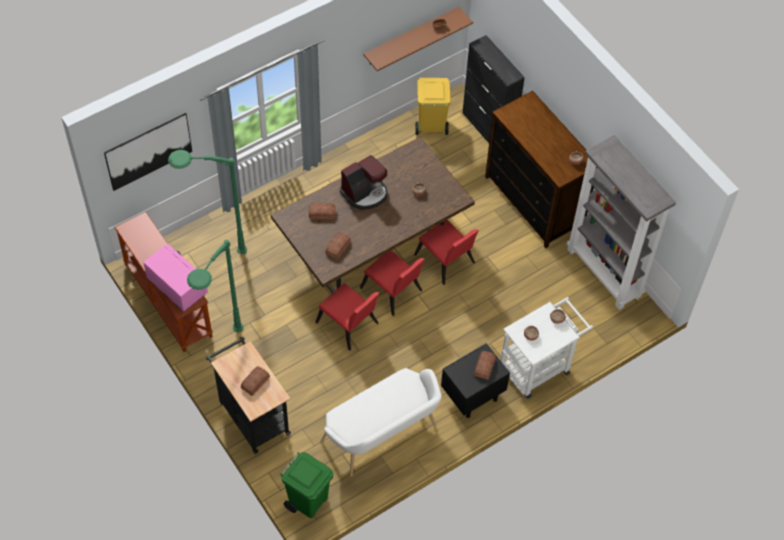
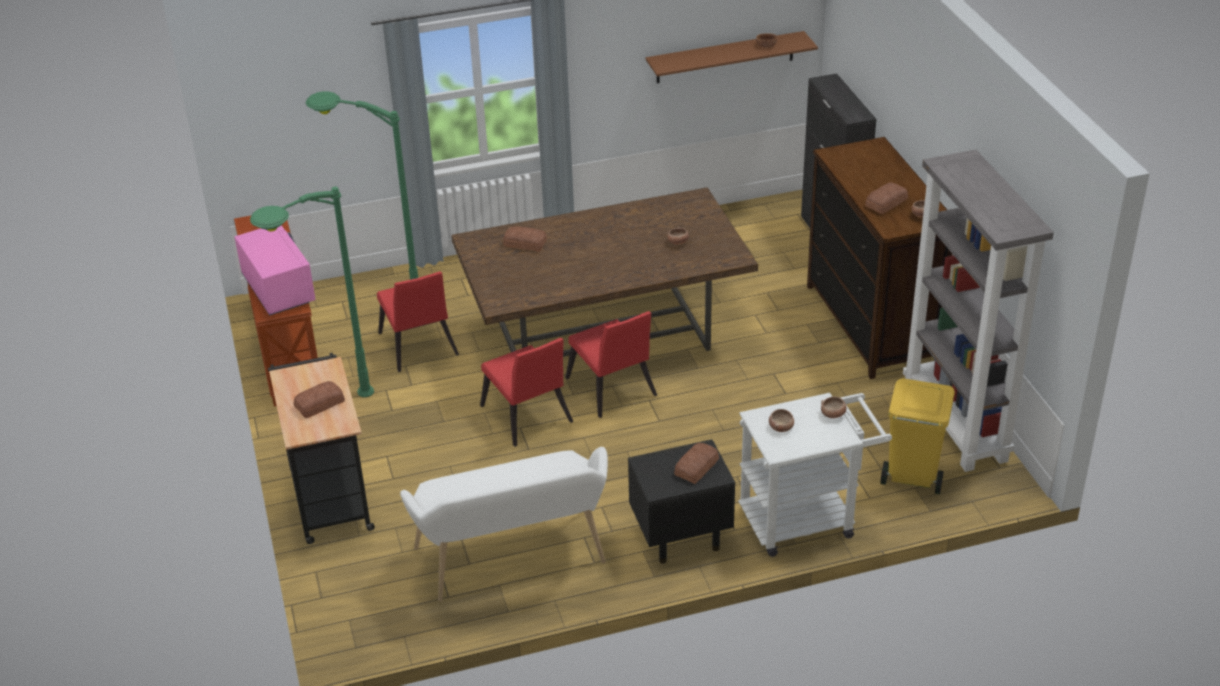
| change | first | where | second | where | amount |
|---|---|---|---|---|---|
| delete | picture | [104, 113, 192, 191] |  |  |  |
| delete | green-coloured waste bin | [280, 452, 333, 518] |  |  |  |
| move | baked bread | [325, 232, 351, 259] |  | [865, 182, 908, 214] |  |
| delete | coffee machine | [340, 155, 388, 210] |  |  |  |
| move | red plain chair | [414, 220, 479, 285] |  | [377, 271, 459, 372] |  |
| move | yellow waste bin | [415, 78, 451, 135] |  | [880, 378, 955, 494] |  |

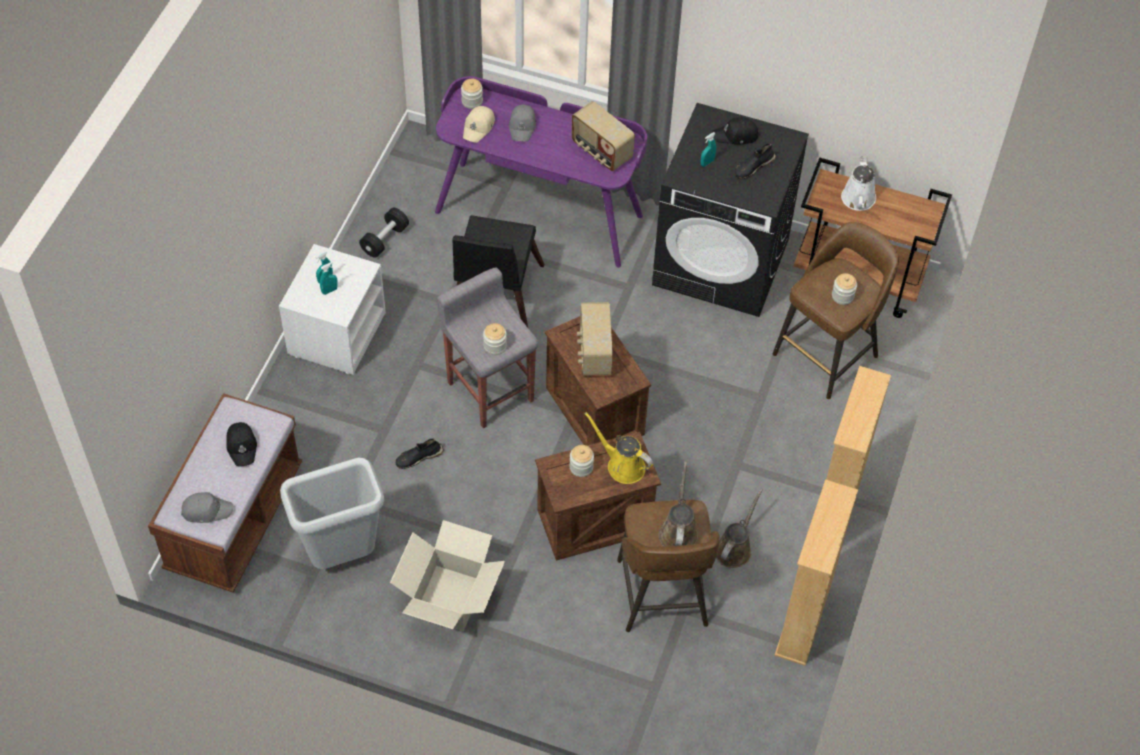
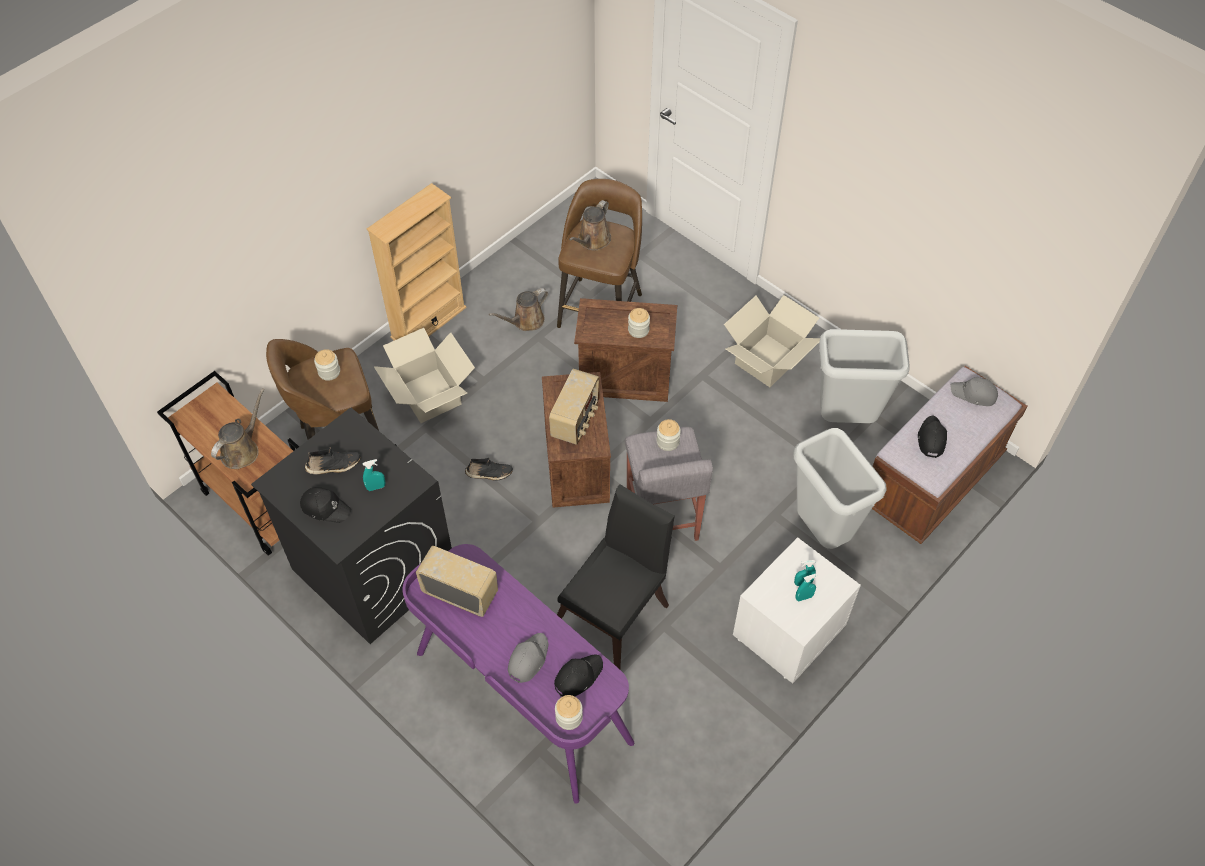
| change | first | where | second | where | amount |
|---|---|---|---|---|---|
| delete | black dumbbell | [359, 208, 409, 258] |  |  |  |
| move | black shoe | [396, 438, 444, 469] |  | [465, 458, 513, 481] |  |
| recolor | beige cap | [463, 106, 495, 143] | black cap | [554, 655, 603, 697] |  |
| rotate | radio | [572, 101, 635, 171] |  | [416, 546, 498, 617] | 45 degrees counterclockwise |
| delete | yellow watering can | [584, 412, 653, 484] |  |  |  |
| delete | beige bookcase | [774, 479, 858, 666] |  |  |  |
| recolor | white-coloured watering can | [841, 156, 876, 211] | brown watering can | [211, 388, 264, 469] |  |
| insert |  |  | packing box | [374, 328, 475, 423] |  |
| insert |  |  | greyish waste bin | [794, 428, 887, 549] |  |

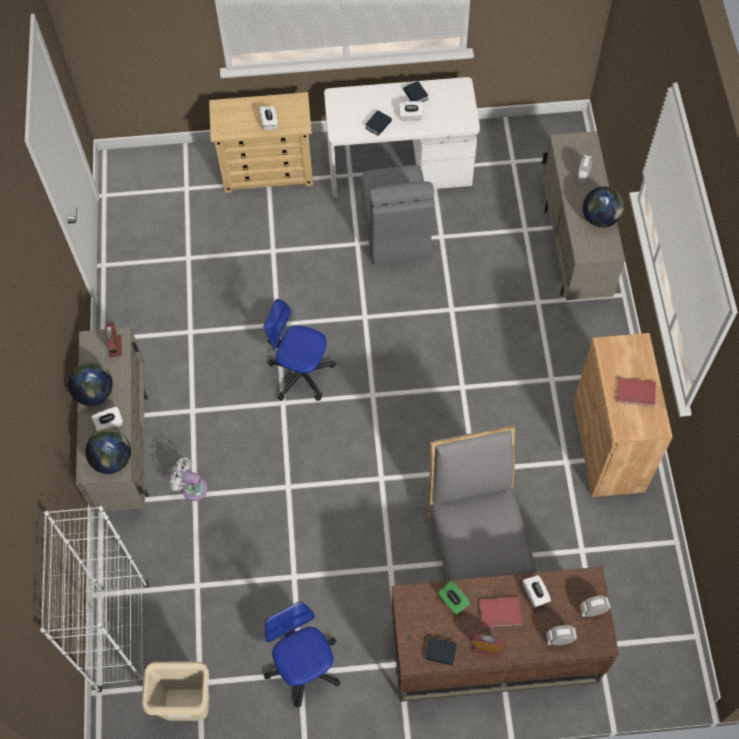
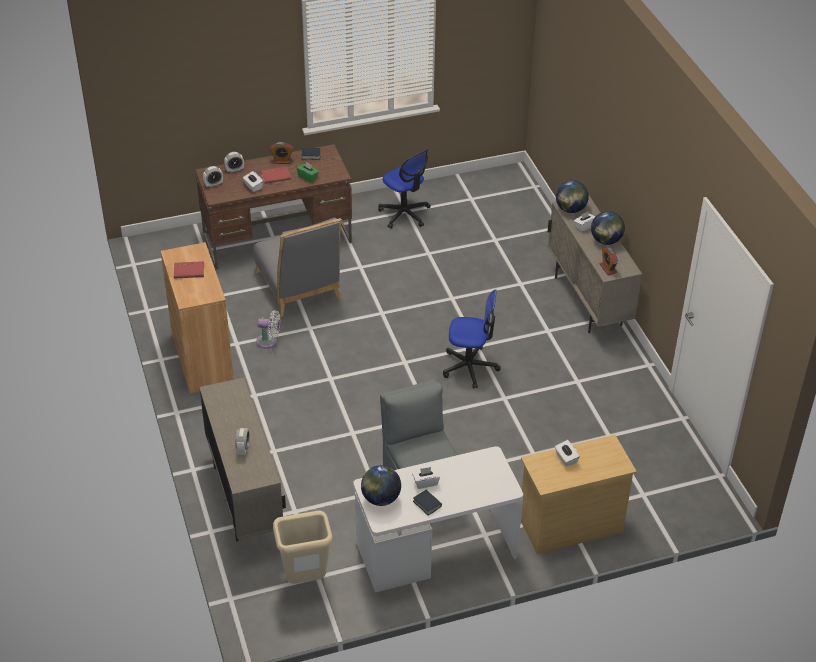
| change | first | where | second | where | amount |
|---|---|---|---|---|---|
| delete | white-coloured bookcase | [40, 506, 149, 692] |  |  |  |
| move | beige waste bin | [142, 662, 209, 721] |  | [273, 510, 332, 584] |  |
| move | white-coloured fan | [170, 458, 208, 501] |  | [256, 310, 280, 349] |  |
| delete | volume | [365, 111, 392, 136] |  |  |  |
| move | desk globe | [583, 187, 624, 228] |  | [361, 465, 401, 506] |  |

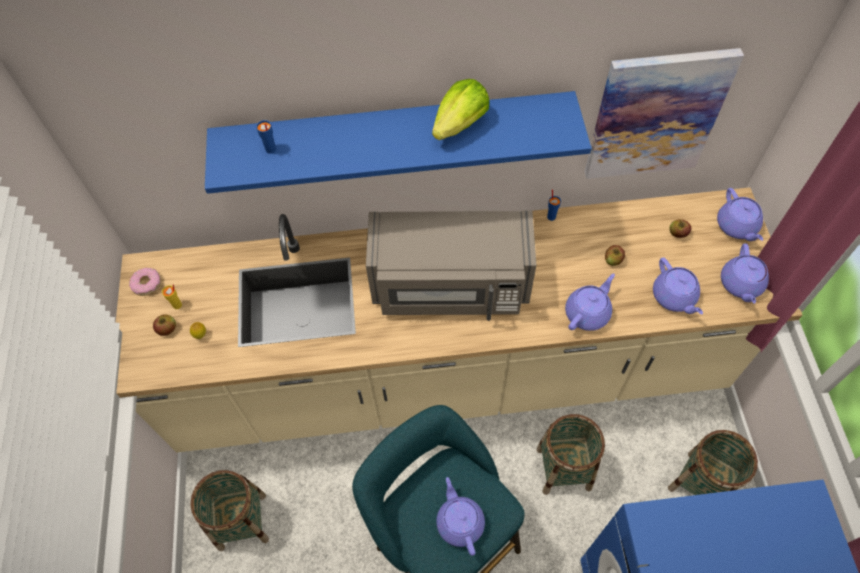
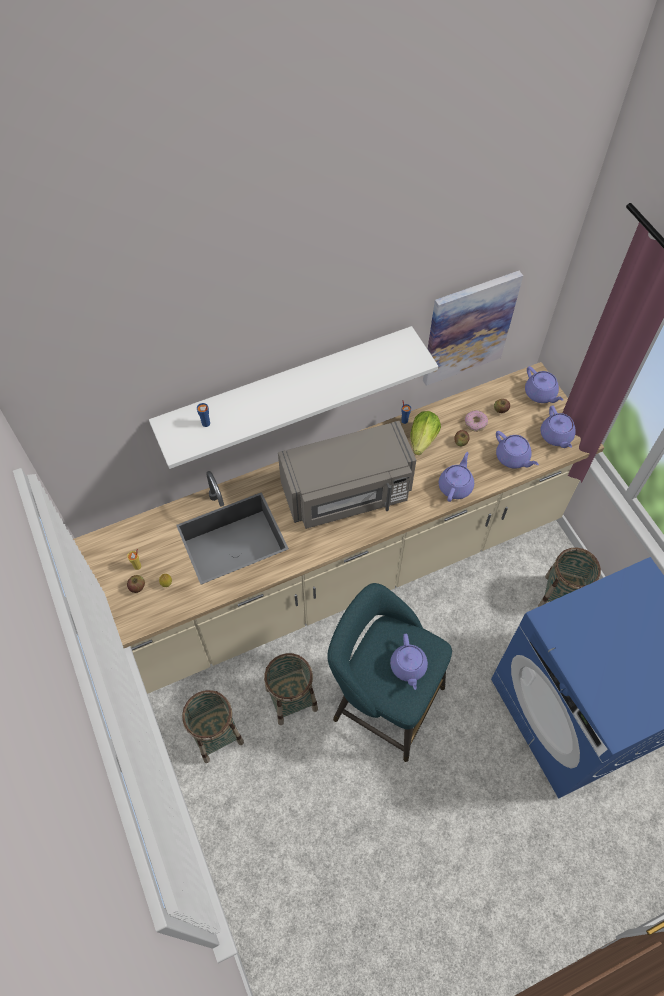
| change | first | where | second | where | amount |
|---|---|---|---|---|---|
| move | ring doughnut | [129, 268, 161, 296] |  | [465, 410, 488, 432] |  |
| recolor | bluish shelf | [205, 91, 591, 194] | white-coloured shelf | [149, 326, 438, 469] |  |
| move | lettuce | [432, 79, 489, 140] |  | [411, 411, 441, 455] |  |
| rotate | purple tea pot | [436, 477, 485, 556] |  | [390, 634, 428, 690] | 150 degrees counterclockwise |
| move | household basket | [536, 414, 605, 495] |  | [264, 653, 318, 725] |  |

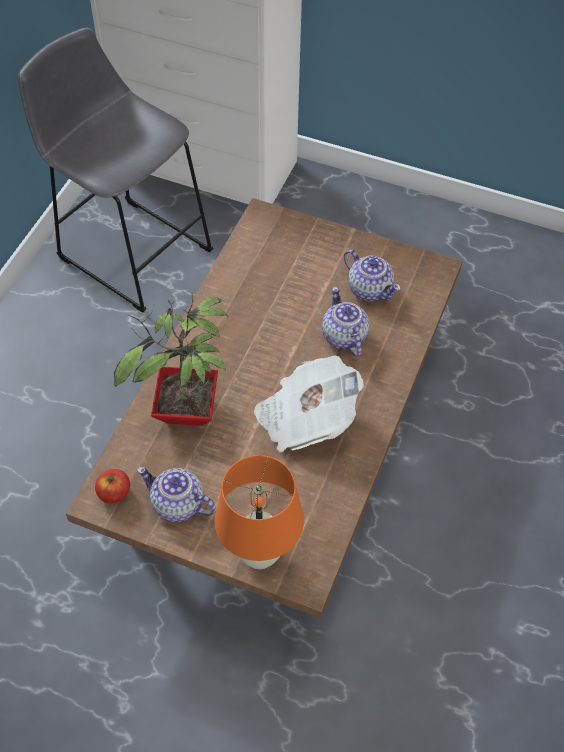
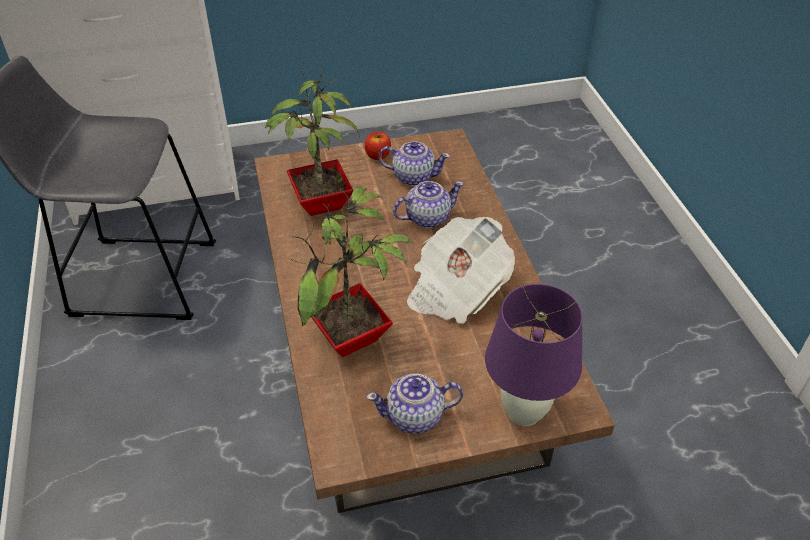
| change | first | where | second | where | amount |
|---|---|---|---|---|---|
| move | apple | [95, 469, 130, 504] |  | [365, 131, 391, 160] |  |
| recolor | orange tabletop lamp | [214, 455, 304, 569] | purple tabletop lamp | [485, 284, 583, 426] |  |
| rotate | tea pot | [322, 287, 370, 356] |  | [393, 181, 464, 228] | 120 degrees clockwise |
| insert |  |  | plant in a pot | [265, 66, 360, 216] |  |

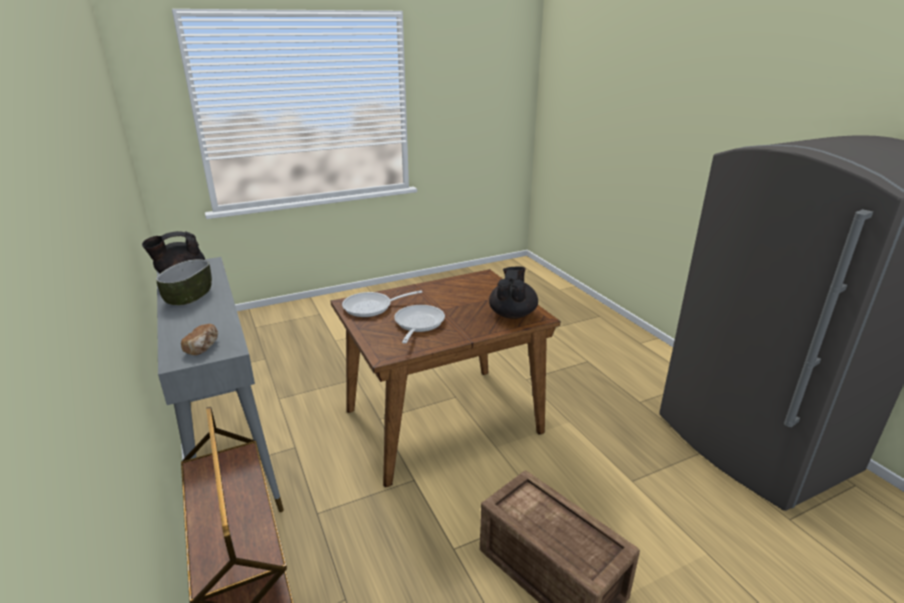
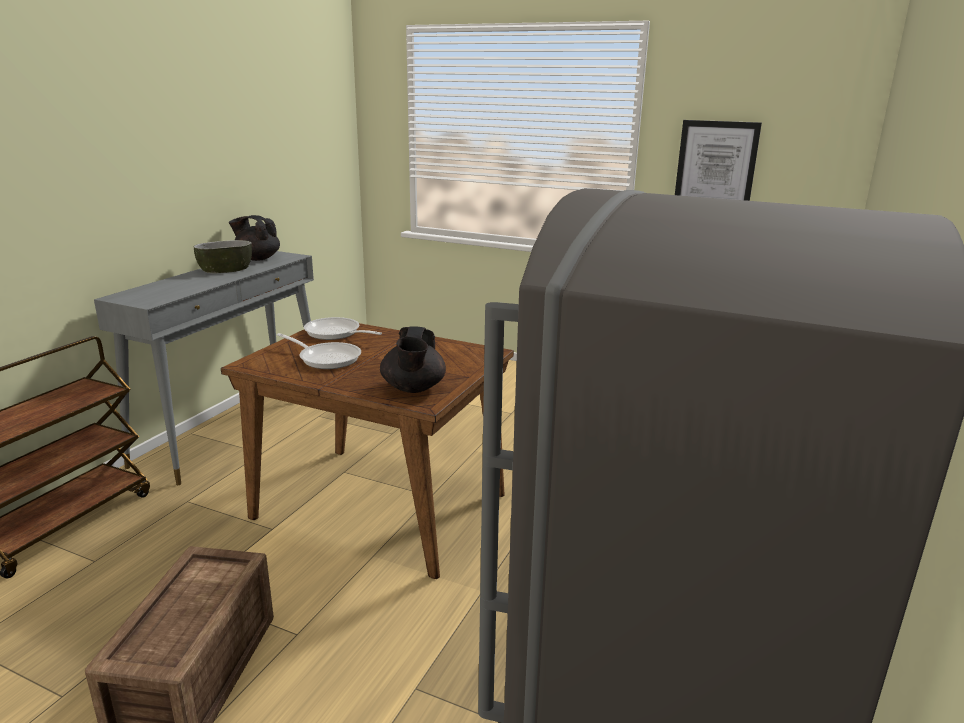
| change | first | where | second | where | amount |
|---|---|---|---|---|---|
| delete | baked bread | [181, 324, 218, 355] |  |  |  |
| rotate | pan | [394, 305, 445, 343] |  | [277, 333, 361, 369] | 60 degrees clockwise |
| rotate | black tea pot | [489, 266, 538, 319] |  | [380, 326, 446, 393] | 120 degrees clockwise |
| insert |  |  | picture | [675, 120, 762, 201] |  |

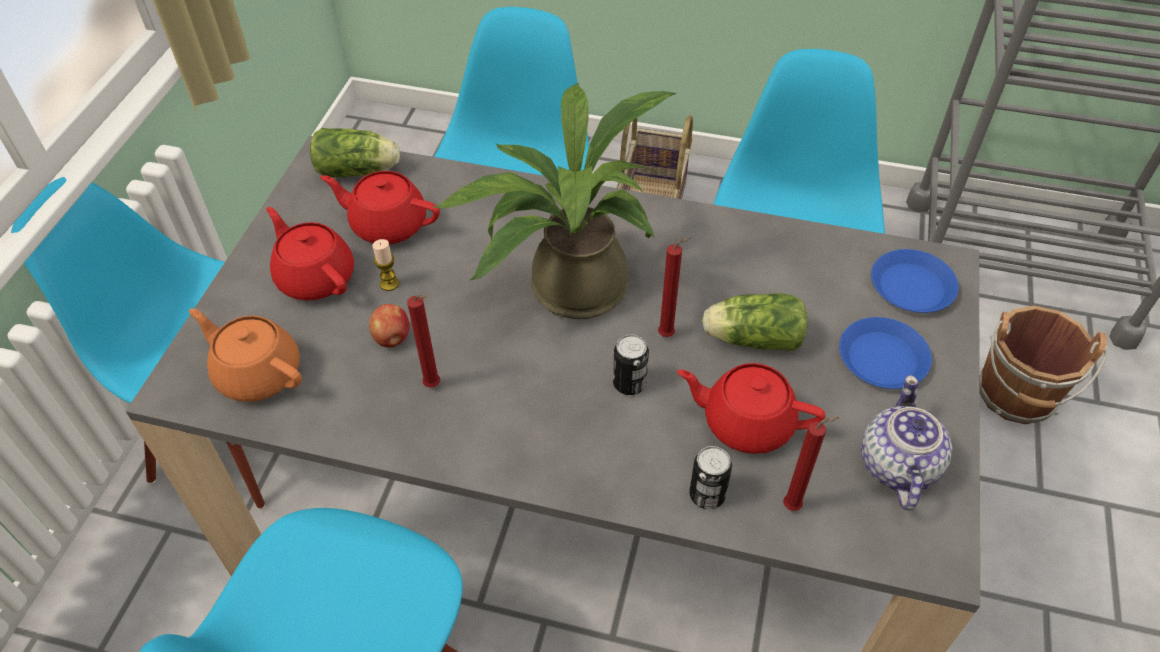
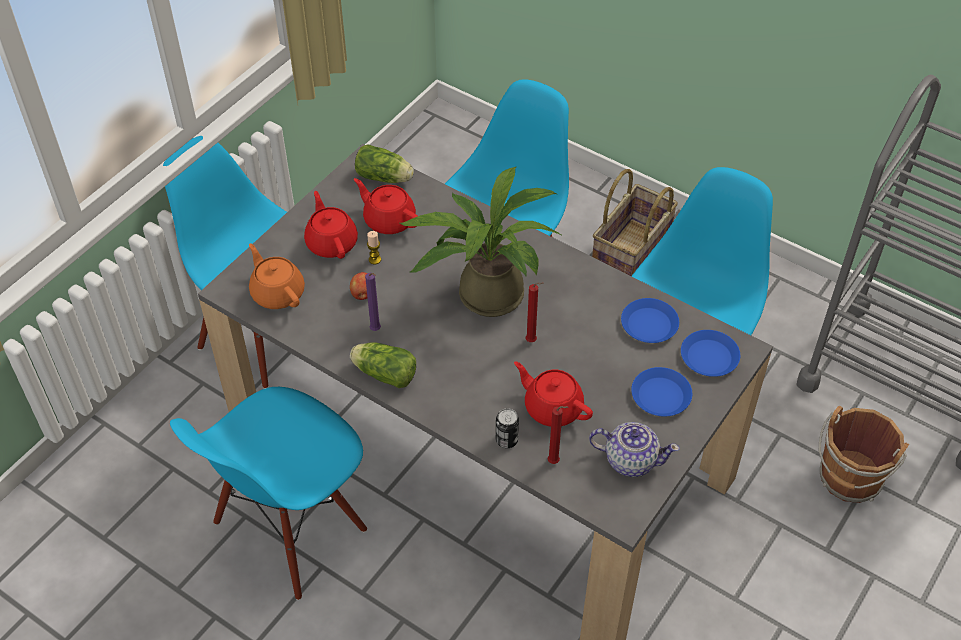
| change | first | where | second | where | amount |
|---|---|---|---|---|---|
| recolor | red wax light | [407, 295, 440, 388] | purple wax light | [365, 273, 381, 331] |  |
| delete | can | [613, 334, 649, 395] |  |  |  |
| move | lettuce | [702, 293, 807, 351] |  | [350, 342, 416, 388] |  |
| rotate | tea pot | [861, 375, 953, 510] |  | [589, 422, 680, 477] | 75 degrees clockwise |
| insert |  |  | bluish plate | [621, 298, 679, 343] |  |

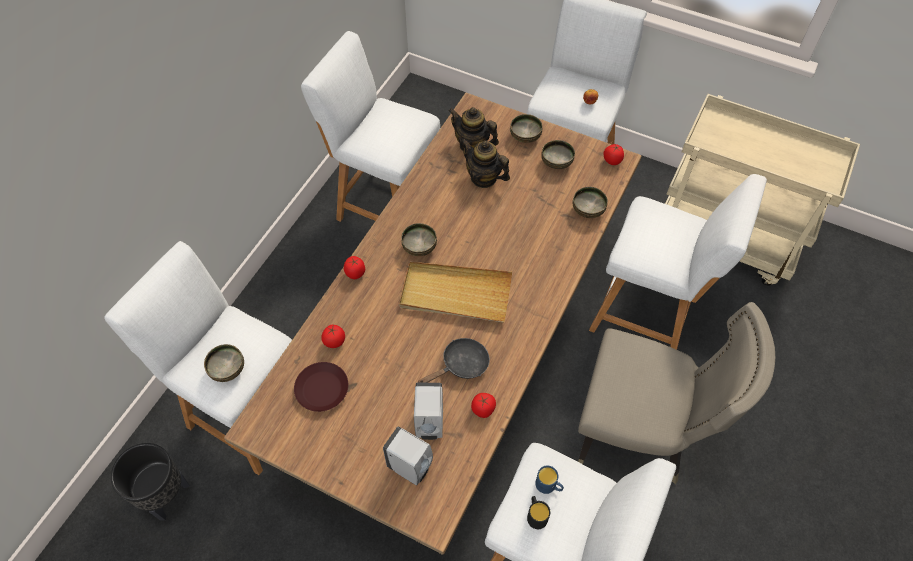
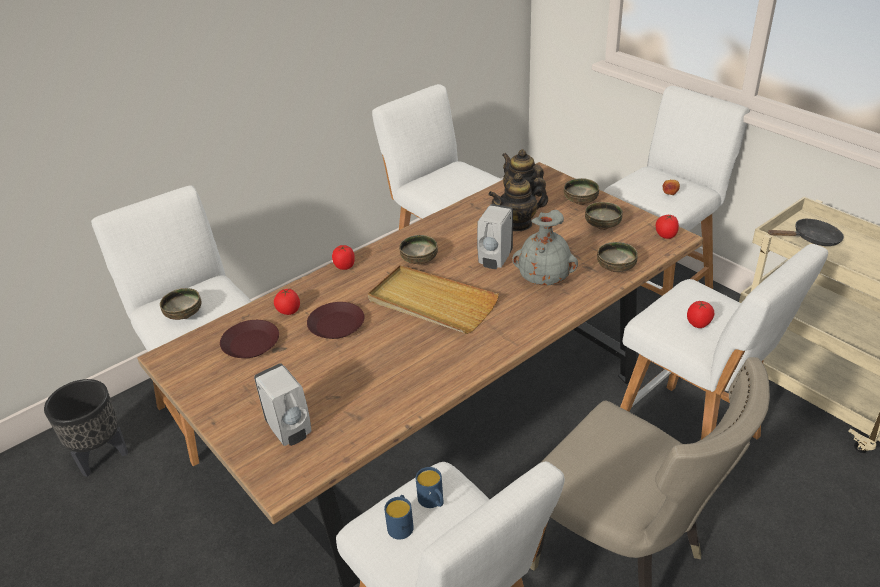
| change | first | where | second | where | amount |
|---|---|---|---|---|---|
| move | white-coloured liquid soap bottle | [414, 383, 443, 440] |  | [477, 204, 513, 269] |  |
| move | black pan | [418, 338, 490, 383] |  | [768, 218, 844, 246] |  |
| rotate | tea pot | [461, 139, 510, 188] |  | [488, 173, 548, 231] | 75 degrees counterclockwise |
| move | whole tomato | [471, 393, 496, 418] |  | [687, 301, 714, 328] |  |
| recolor | black tea mug | [527, 496, 550, 529] | bluish tea mug | [384, 495, 414, 540] |  |
| insert |  |  | brown plate | [307, 302, 364, 339] |  |
| insert |  |  | greyish flower vase | [512, 210, 578, 286] |  |

